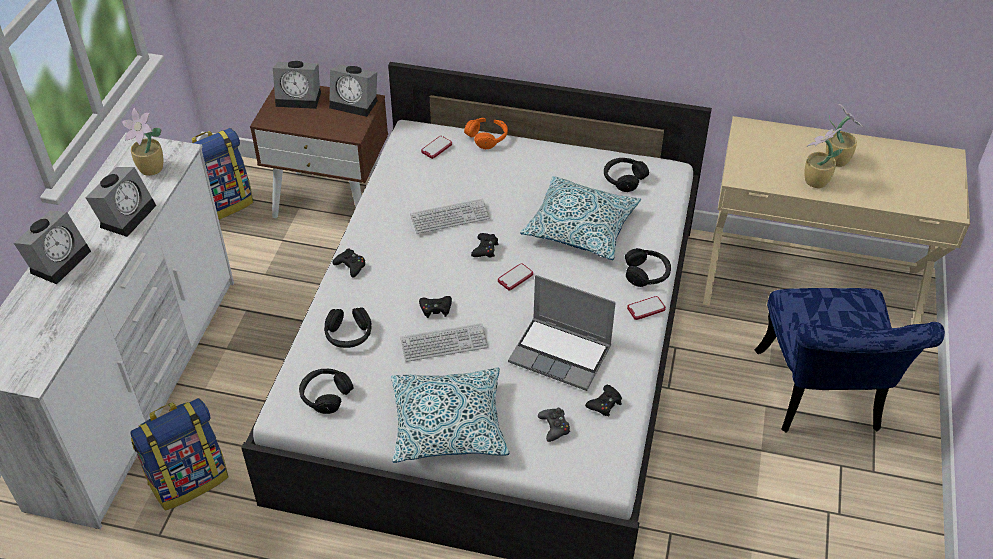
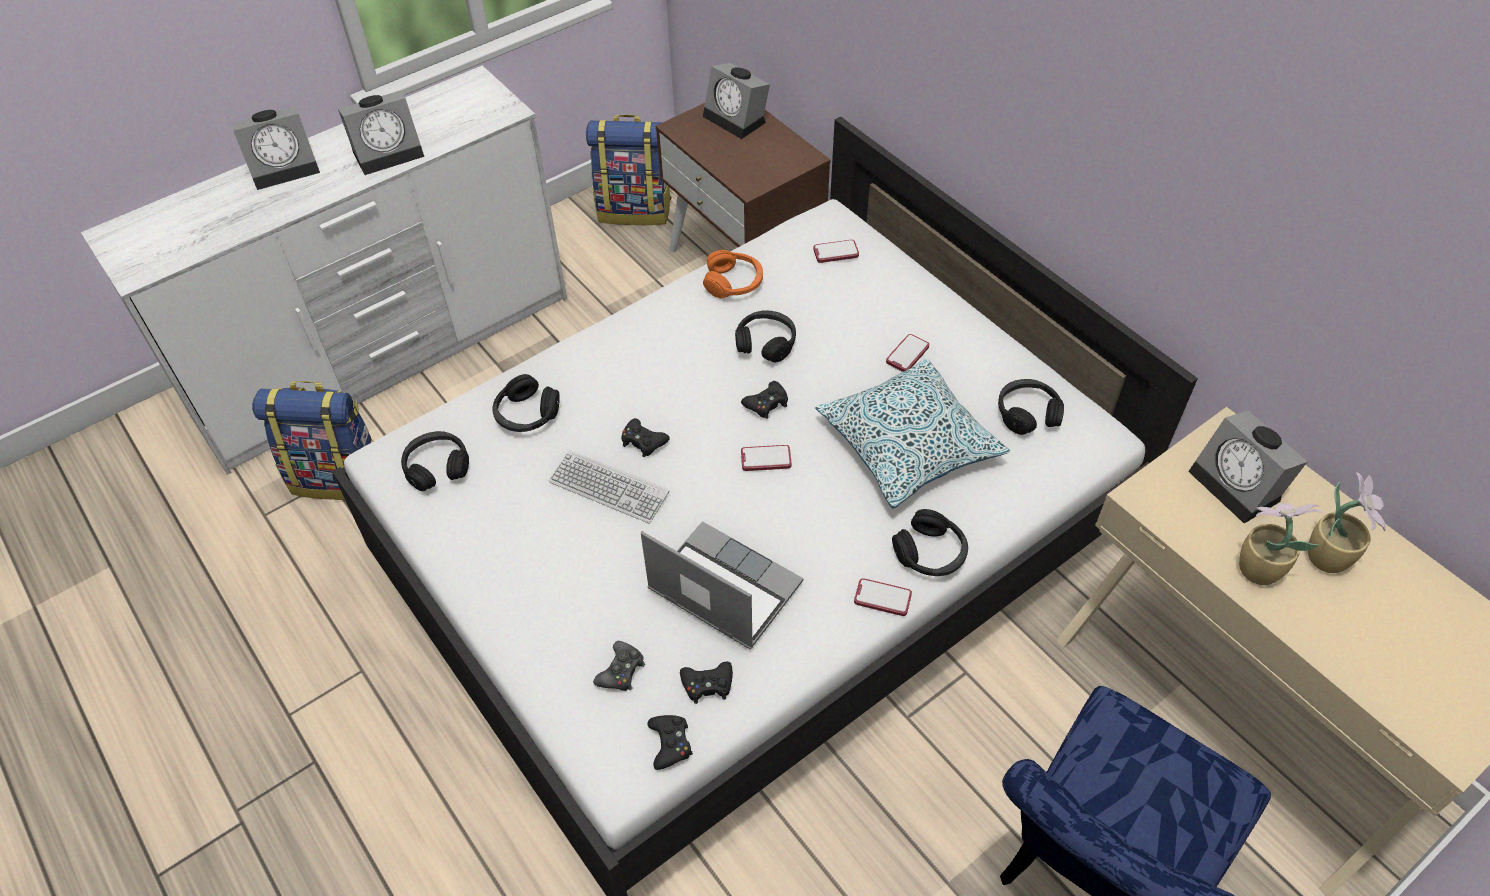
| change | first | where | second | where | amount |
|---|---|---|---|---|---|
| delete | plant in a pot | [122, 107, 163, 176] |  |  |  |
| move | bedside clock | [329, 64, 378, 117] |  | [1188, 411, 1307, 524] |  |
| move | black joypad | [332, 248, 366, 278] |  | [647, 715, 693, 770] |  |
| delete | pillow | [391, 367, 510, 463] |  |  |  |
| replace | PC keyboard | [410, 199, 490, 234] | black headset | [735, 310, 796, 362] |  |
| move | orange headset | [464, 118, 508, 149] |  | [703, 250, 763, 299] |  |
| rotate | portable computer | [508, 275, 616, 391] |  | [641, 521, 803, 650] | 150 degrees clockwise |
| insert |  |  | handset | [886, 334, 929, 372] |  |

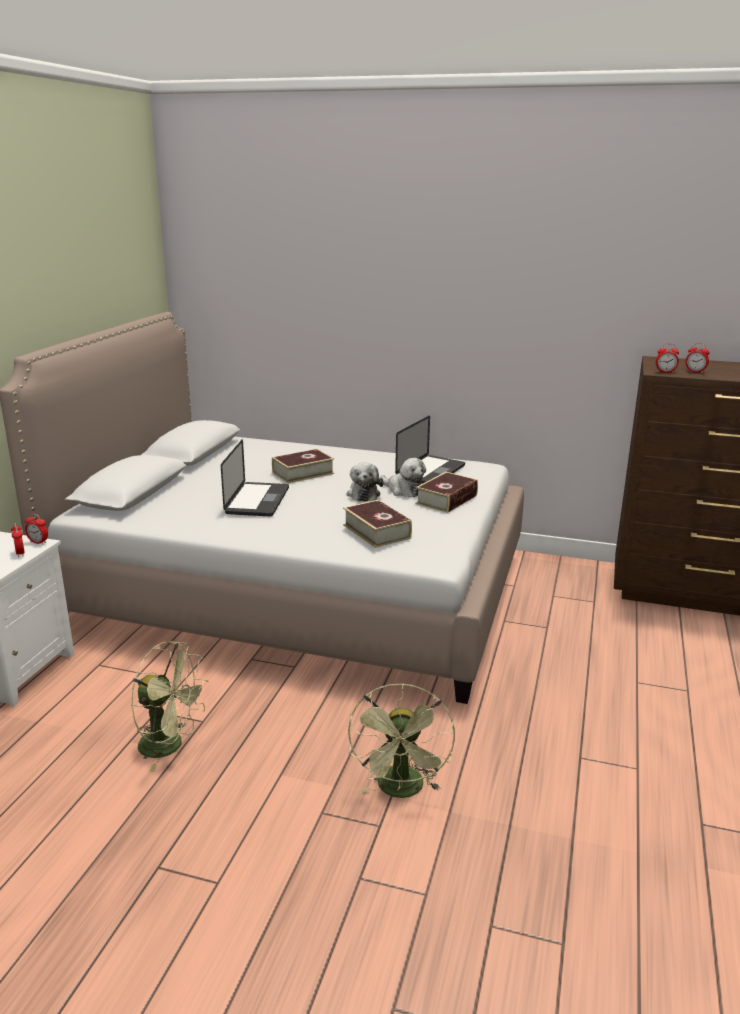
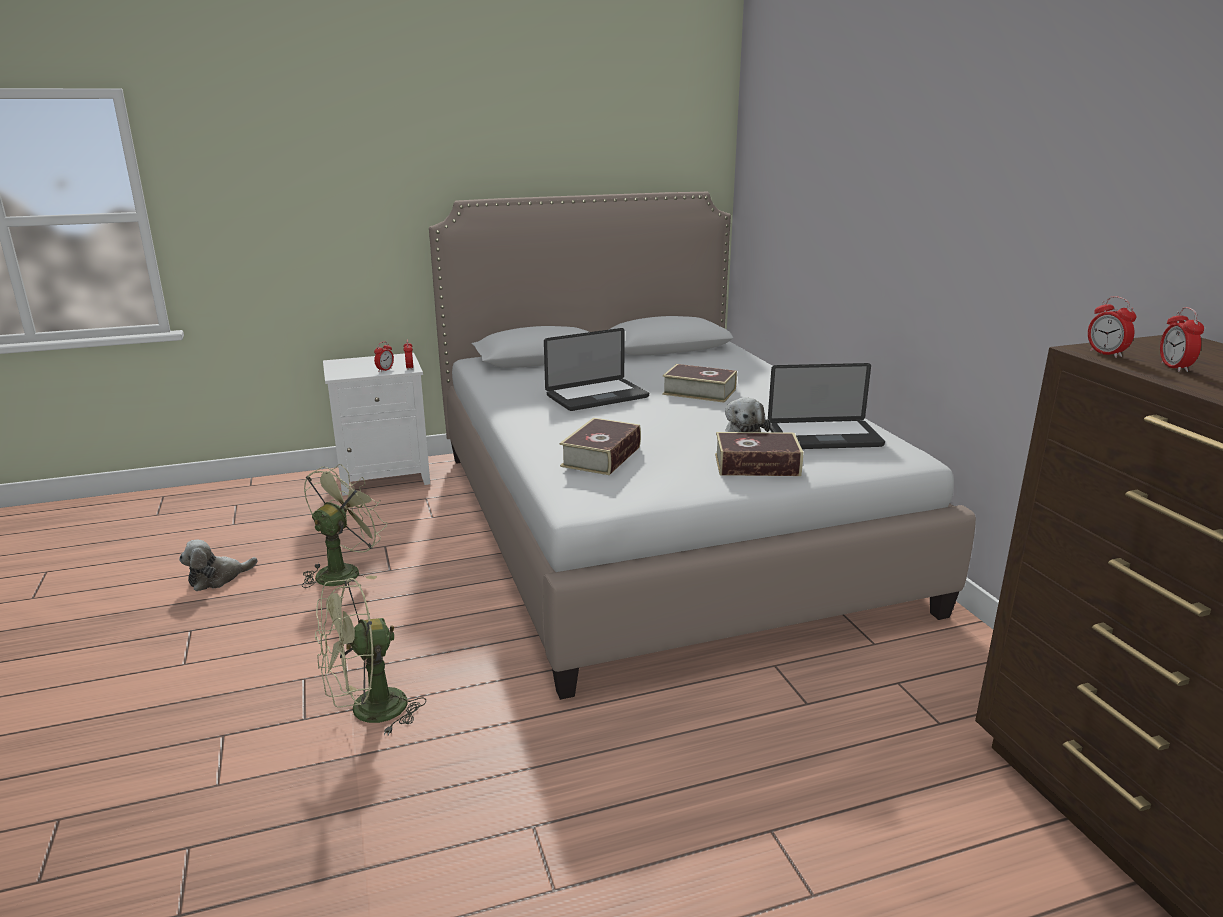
| change | first | where | second | where | amount |
|---|---|---|---|---|---|
| rotate | green-coloured fan | [131, 641, 209, 772] |  | [302, 464, 387, 588] | 135 degrees counterclockwise |
| move | cuddly toy | [346, 463, 384, 502] |  | [179, 540, 258, 591] |  |

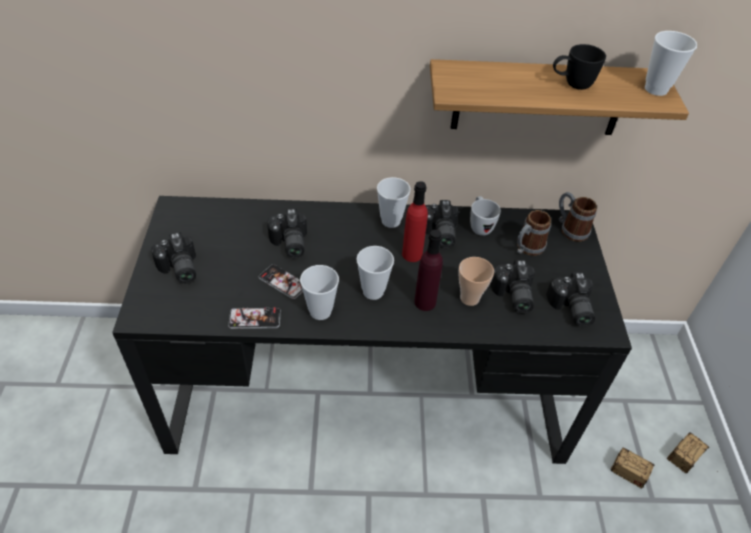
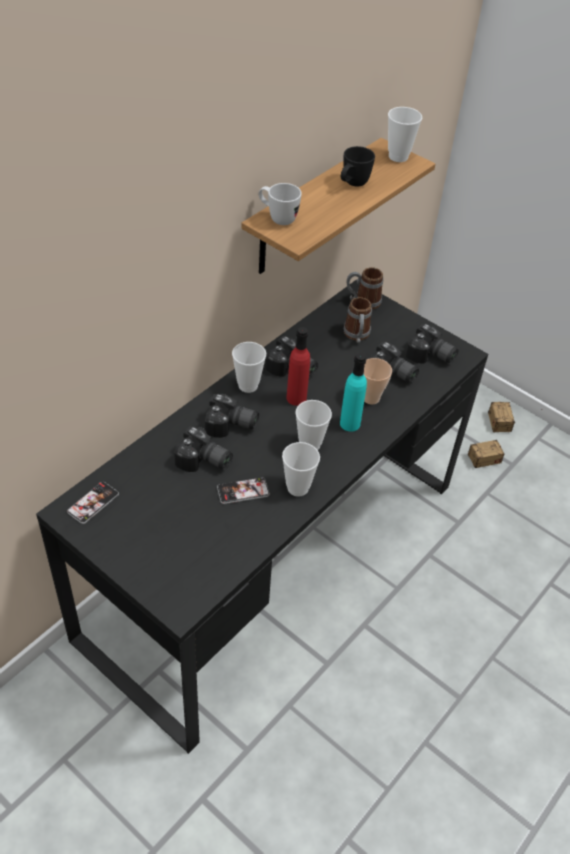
| change | first | where | second | where | amount |
|---|---|---|---|---|---|
| move | photo camera | [151, 232, 196, 284] |  | [205, 394, 259, 438] |  |
| move | handset | [228, 307, 281, 329] |  | [67, 482, 119, 524] |  |
| recolor | purple beverage bottle | [414, 229, 443, 311] | turquoise beverage bottle | [340, 353, 367, 432] |  |
| move | white-coloured tea mug | [470, 196, 501, 236] |  | [259, 183, 302, 225] |  |

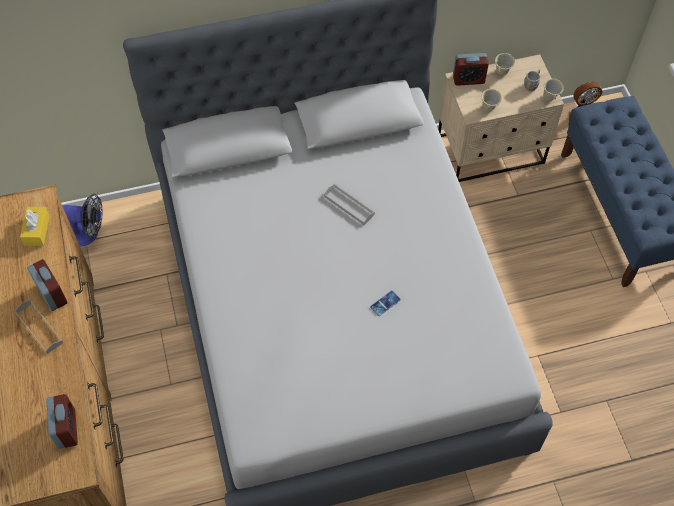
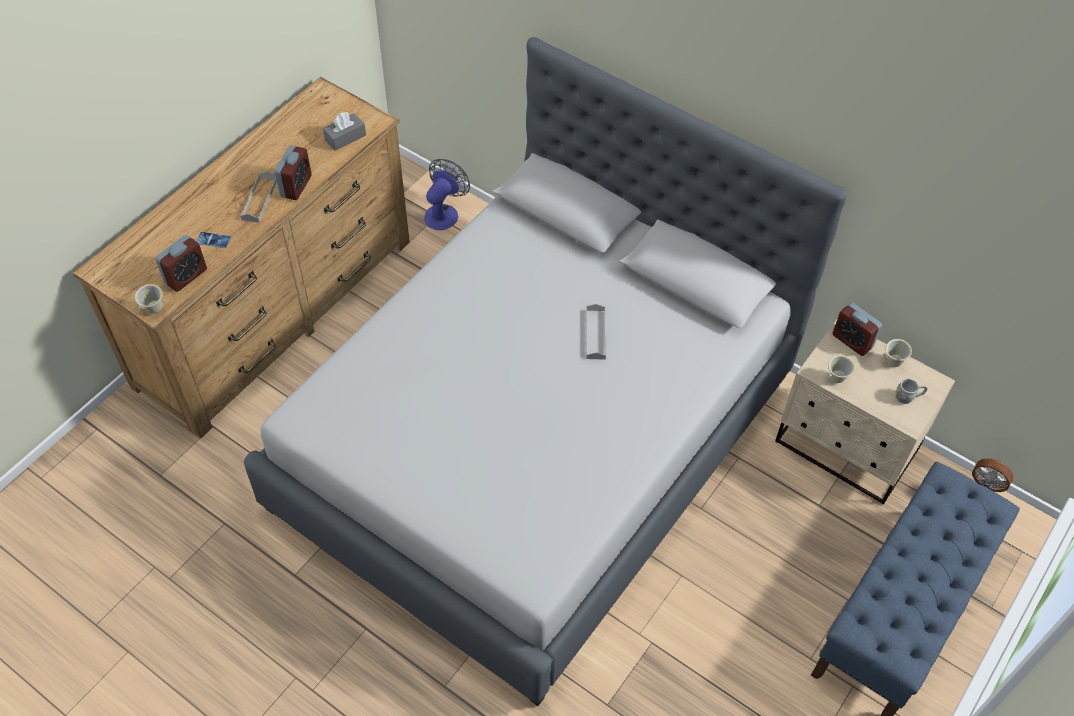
| change | first | where | second | where | amount |
|---|---|---|---|---|---|
| recolor | yellow box of tissues | [20, 207, 50, 246] | greyish box of tissues | [323, 112, 366, 151] |  |
| rotate | fan | [63, 194, 102, 247] |  | [424, 159, 470, 230] | 120 degrees counterclockwise |
| move | handset | [370, 290, 401, 316] |  | [196, 232, 231, 248] |  |
| move | beige tea mug | [543, 78, 564, 101] |  | [135, 284, 163, 314] |  |

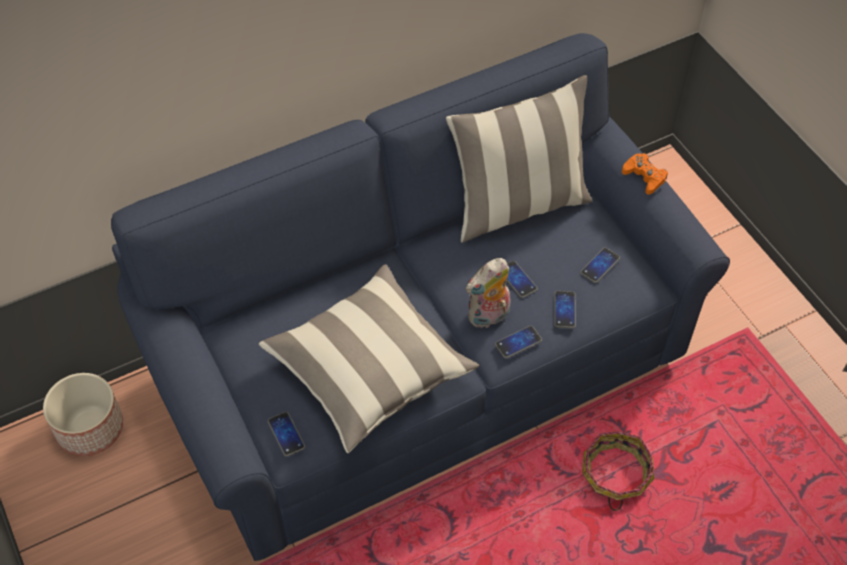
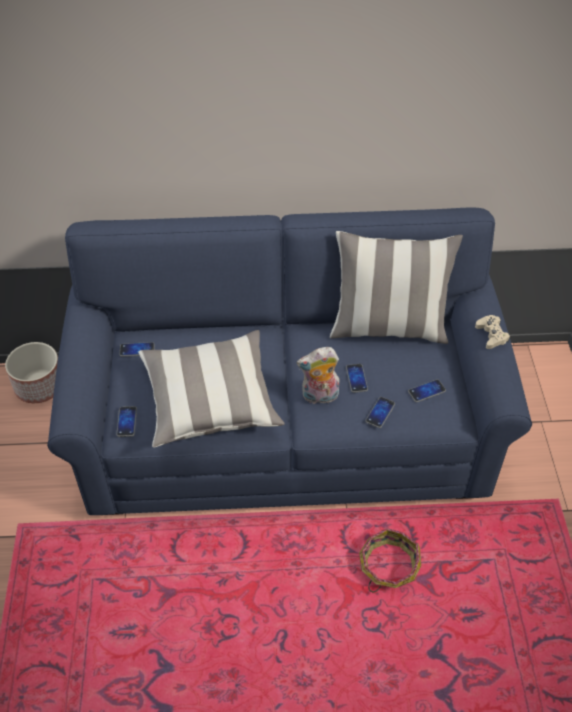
| change | first | where | second | where | amount |
|---|---|---|---|---|---|
| move | handset | [495, 326, 542, 359] |  | [119, 342, 155, 357] |  |
| recolor | orange joypad | [622, 153, 668, 195] | beige joypad | [475, 315, 510, 349] |  |

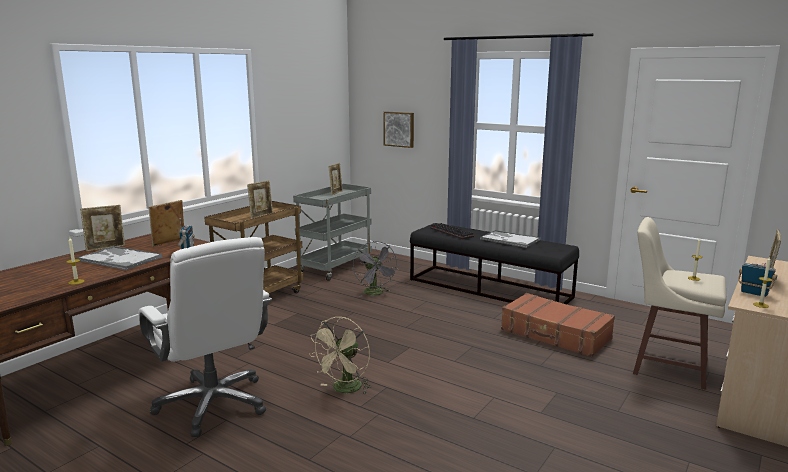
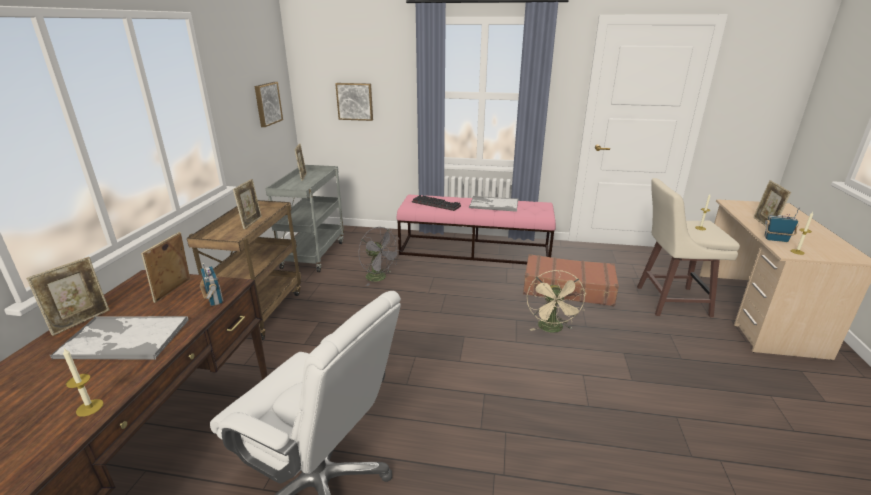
| change | first | where | second | where | amount |
|---|---|---|---|---|---|
| move | beige fan | [309, 317, 372, 394] |  | [527, 270, 586, 333] |  |
| recolor | black long seat | [410, 223, 579, 304] | pink-coloured long seat | [396, 195, 556, 264] |  |
| insert |  |  | picture | [254, 82, 283, 127] |  |

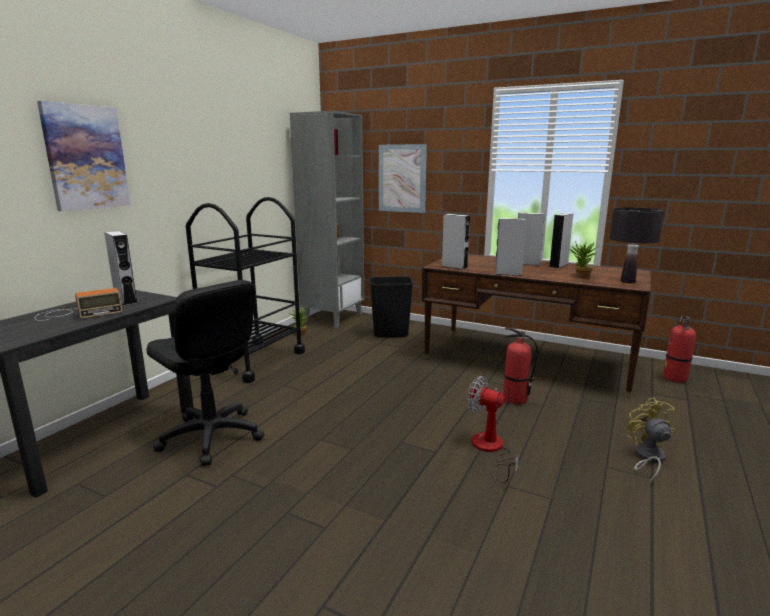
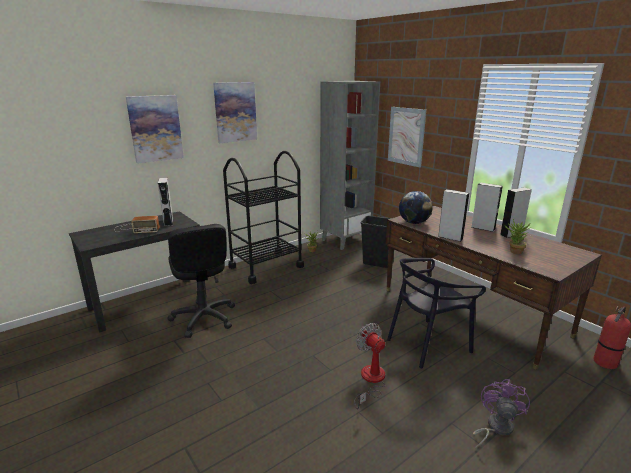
| change | first | where | second | where | amount |
|---|---|---|---|---|---|
| replace | greyish speaker | [442, 214, 470, 270] | desk globe | [399, 191, 433, 224] |  |
| replace | fire-fighting cylinder | [503, 327, 538, 405] | black plain chair | [387, 258, 486, 368] |  |
| delete | black tabletop lamp | [609, 207, 665, 283] |  |  |  |
| recolor | yellow fan | [625, 397, 676, 483] | purple fan | [473, 379, 530, 449] |  |
| insert |  |  | picture | [213, 82, 257, 143] |  |

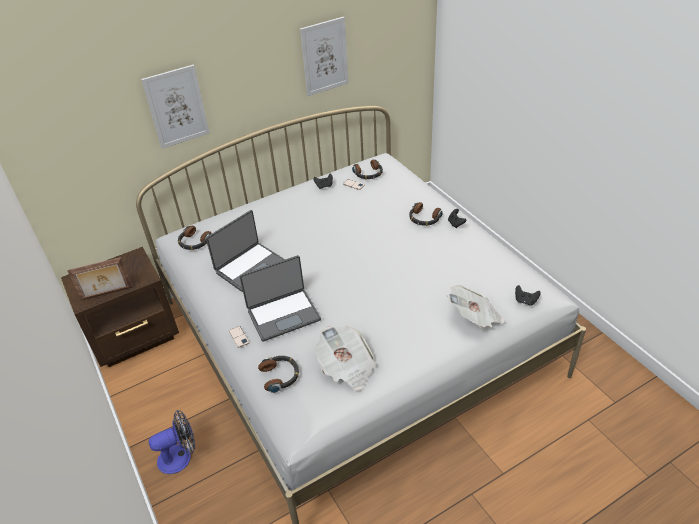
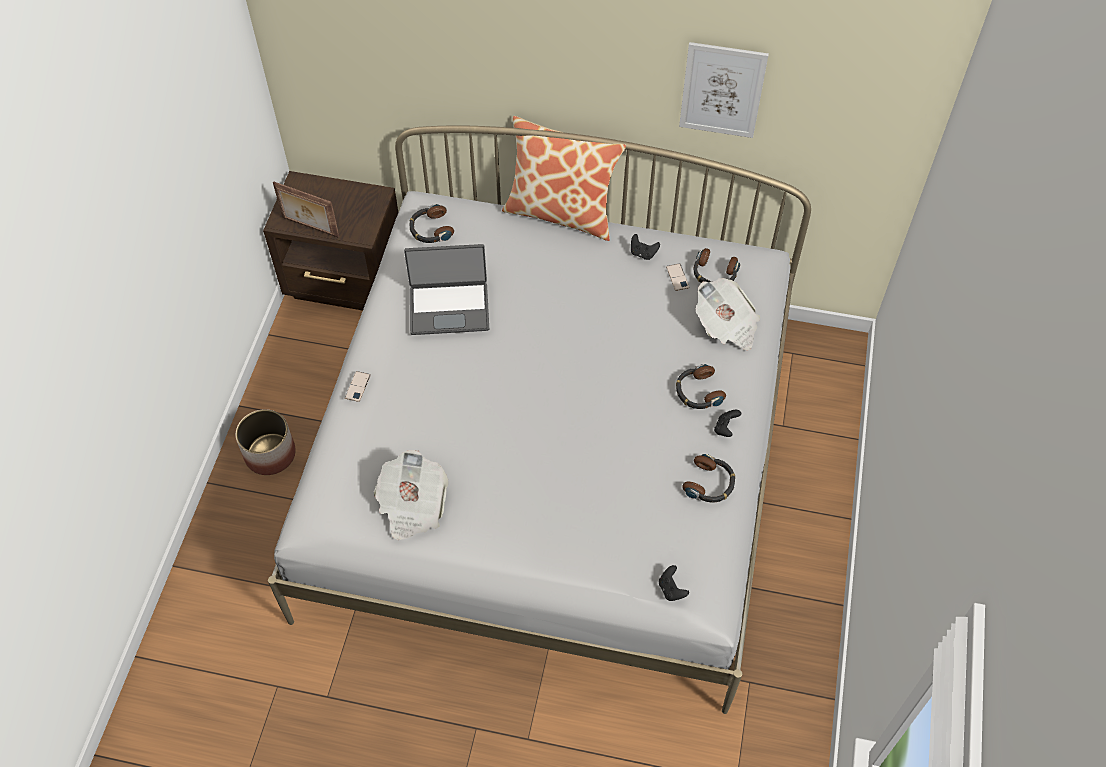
| change | first | where | second | where | amount |
|---|---|---|---|---|---|
| delete | picture | [141, 64, 210, 149] |  |  |  |
| replace | fan | [149, 410, 195, 474] | planter | [236, 409, 296, 475] |  |
| delete | portable computer | [239, 255, 321, 342] |  |  |  |
| move | headset | [258, 356, 299, 393] |  | [682, 454, 735, 502] |  |
| move | newspaper | [447, 285, 505, 327] |  | [695, 278, 760, 351] |  |
| insert |  |  | pillow | [502, 116, 626, 241] |  |

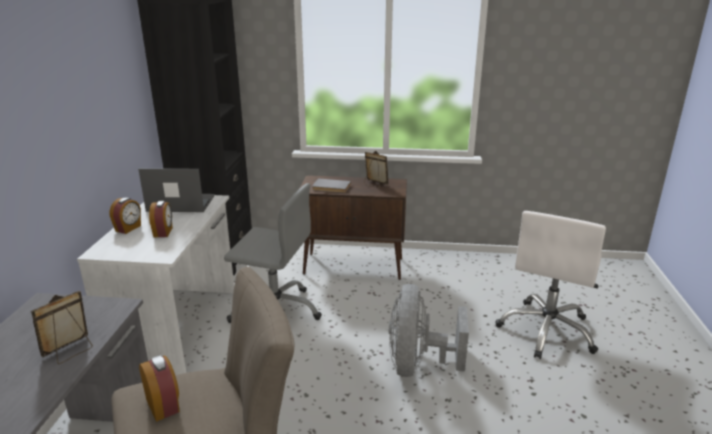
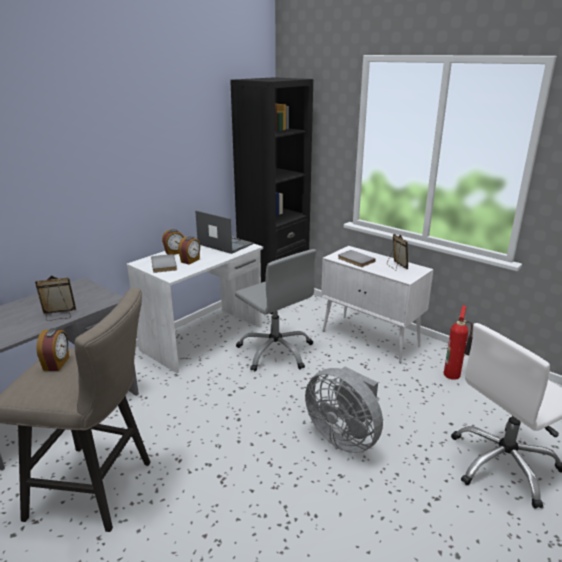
| change | first | where | second | where | amount |
|---|---|---|---|---|---|
| recolor | brown storage cabinet | [299, 175, 407, 280] | white-coloured storage cabinet | [321, 246, 434, 363] |  |
| rotate | greyish fan | [389, 284, 469, 377] |  | [305, 367, 383, 453] | 90 degrees counterclockwise |
| insert |  |  | greyish volume | [151, 254, 177, 273] |  |
| insert |  |  | fire-fighting cylinder | [444, 305, 473, 380] |  |

